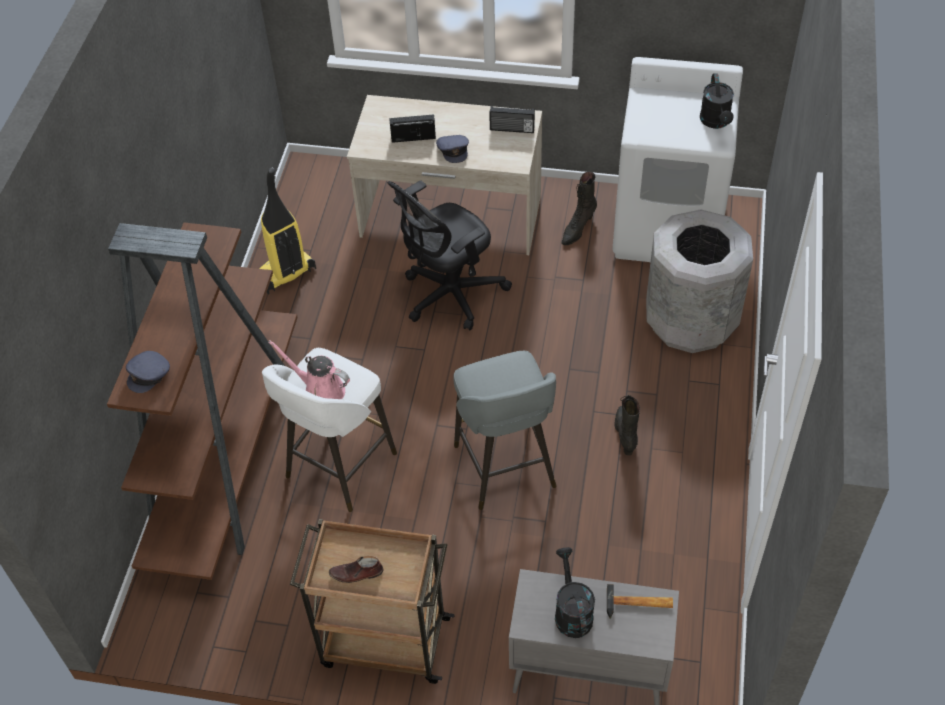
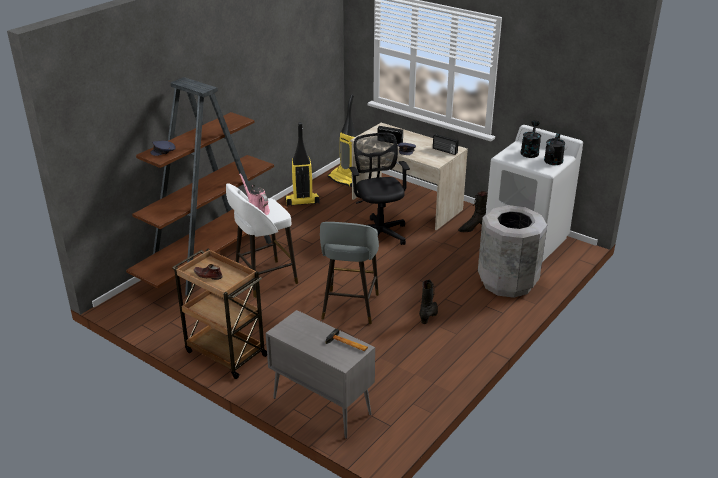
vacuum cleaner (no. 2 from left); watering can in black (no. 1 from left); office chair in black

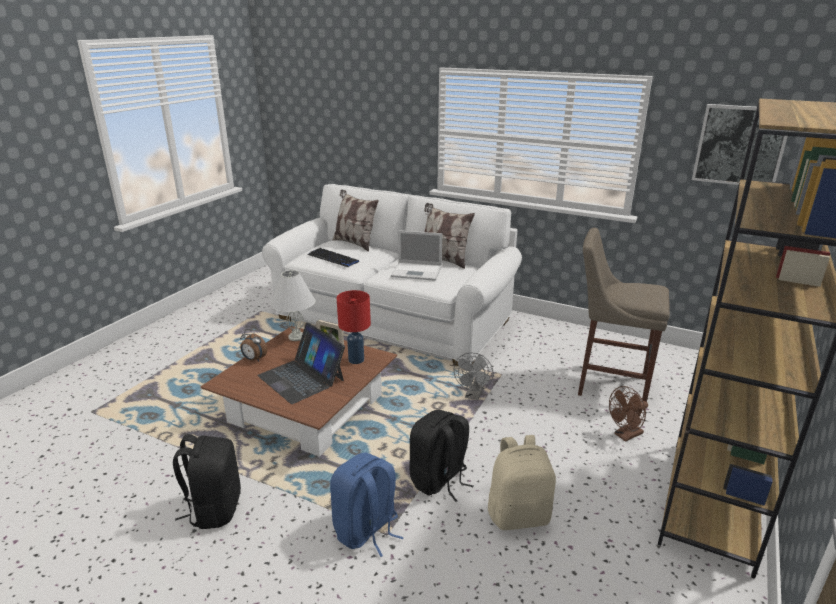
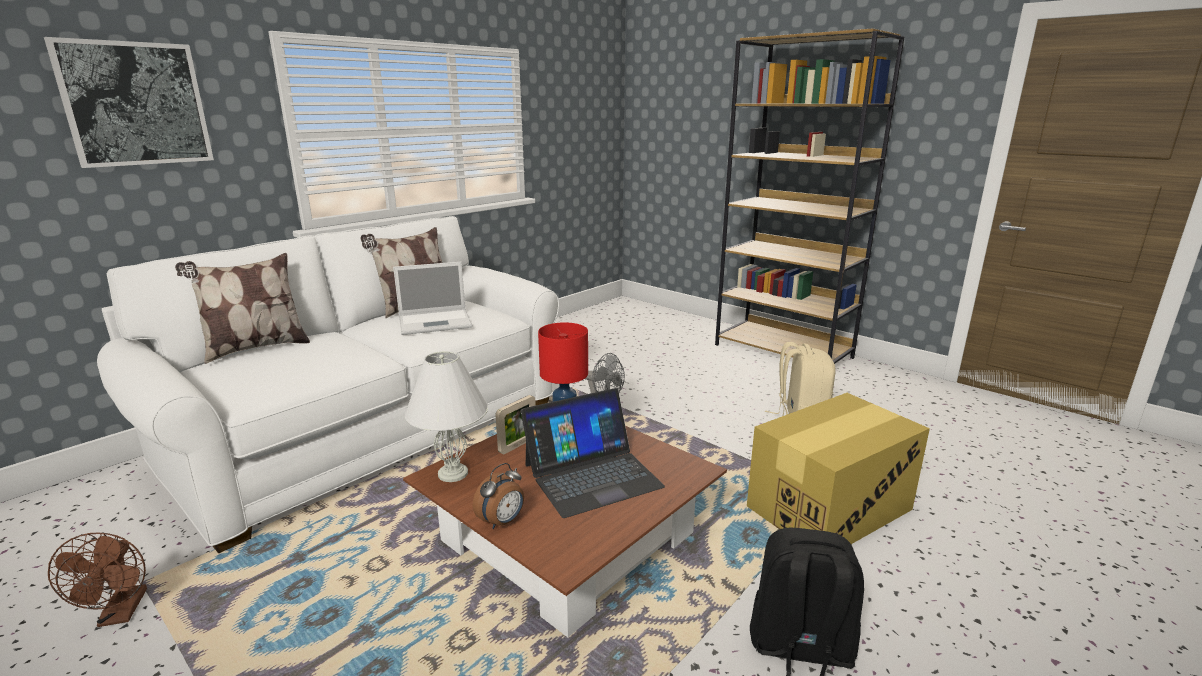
keyboard; backpack in black (no. 2 from left in the first image); stool in beige; fan in brown; picture; cardboard box; laptop (no. 1 from left)

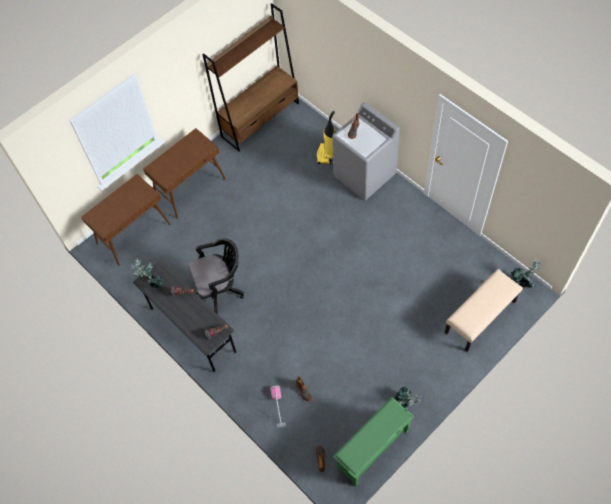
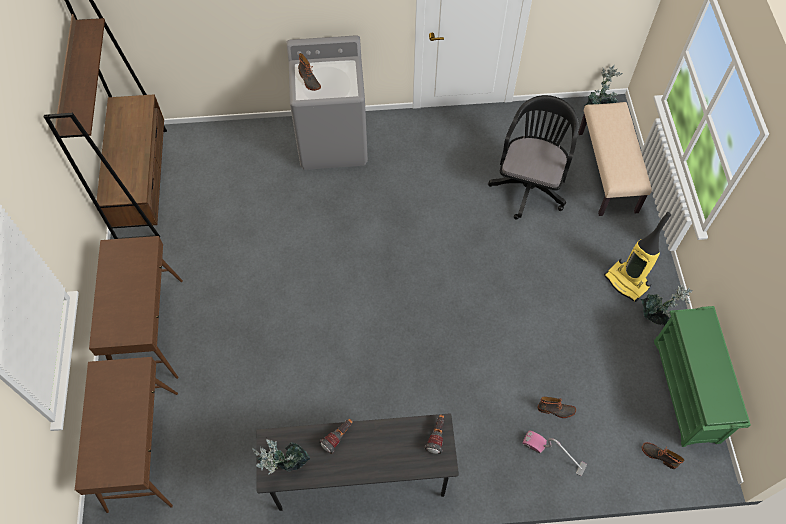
office chair in black; vacuum cleaner (no. 2 from left)

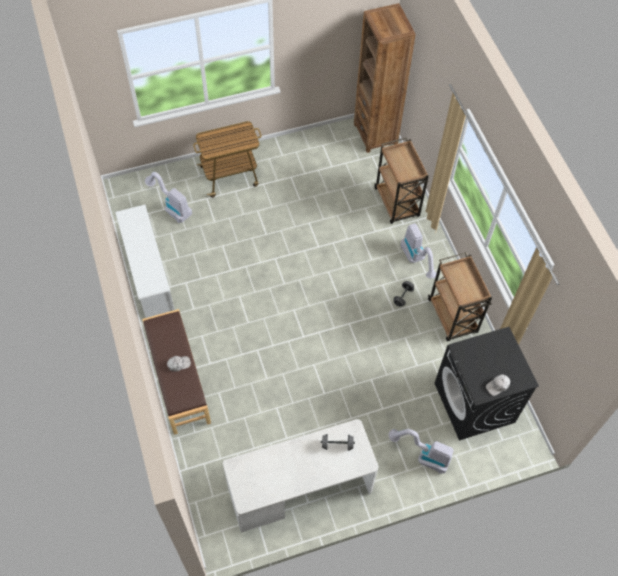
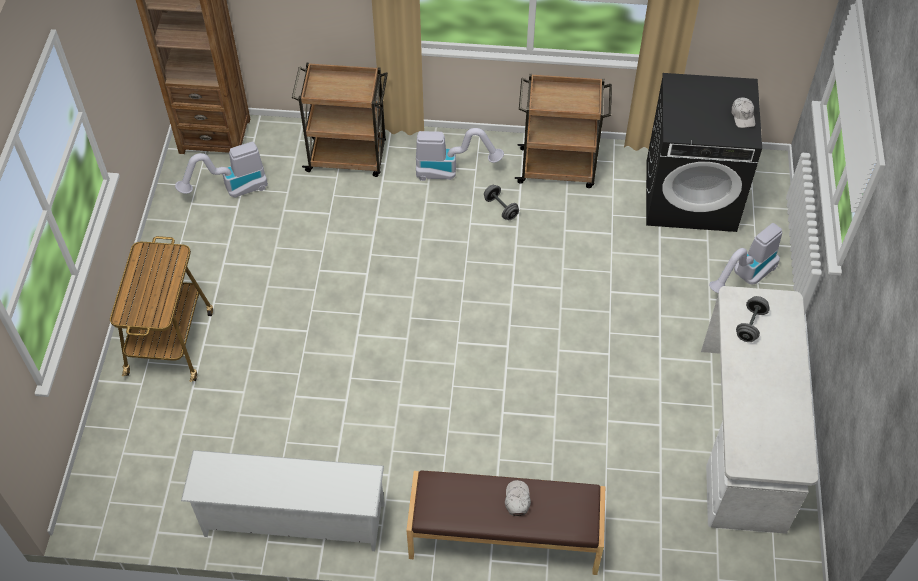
vacuum cleaner (no. 1 from left)

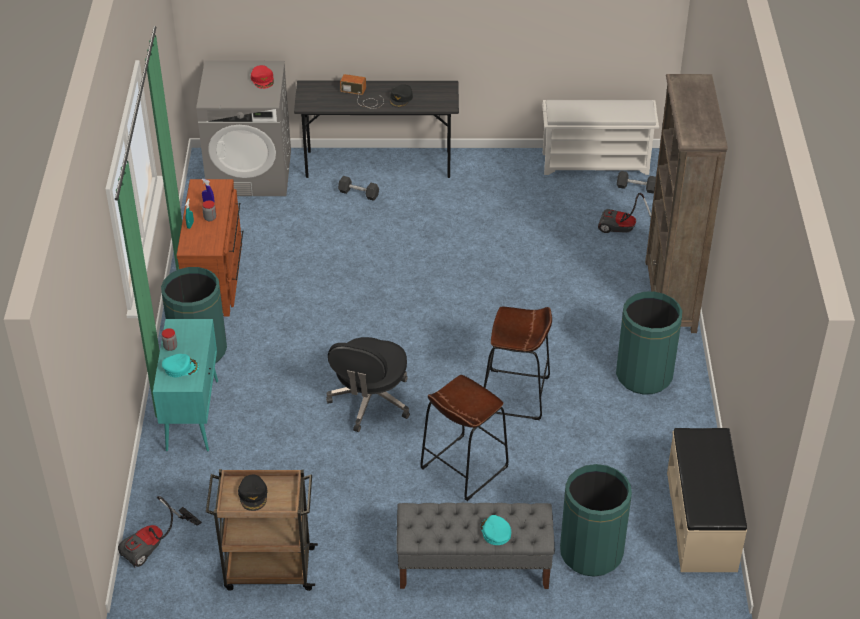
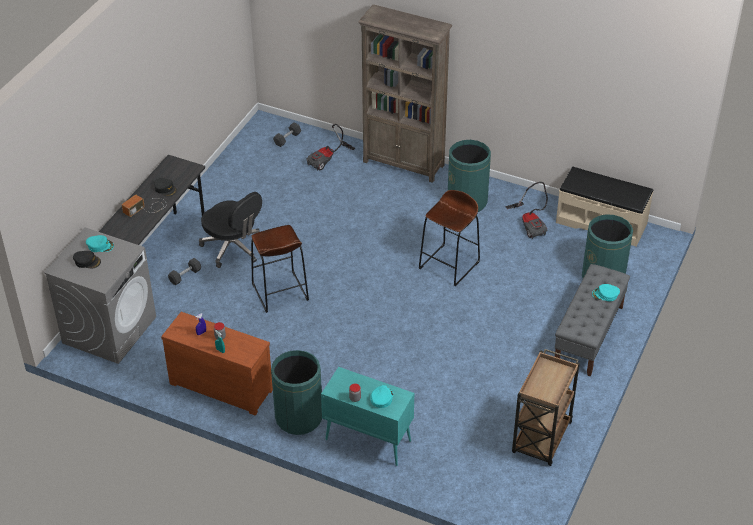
shoe rack in white; vacuum cleaner (no. 2 from left); cap in black (no. 1 from left); office chair in black; stool in brown (no. 1 from left); cap in turquoise (no. 1 from left)

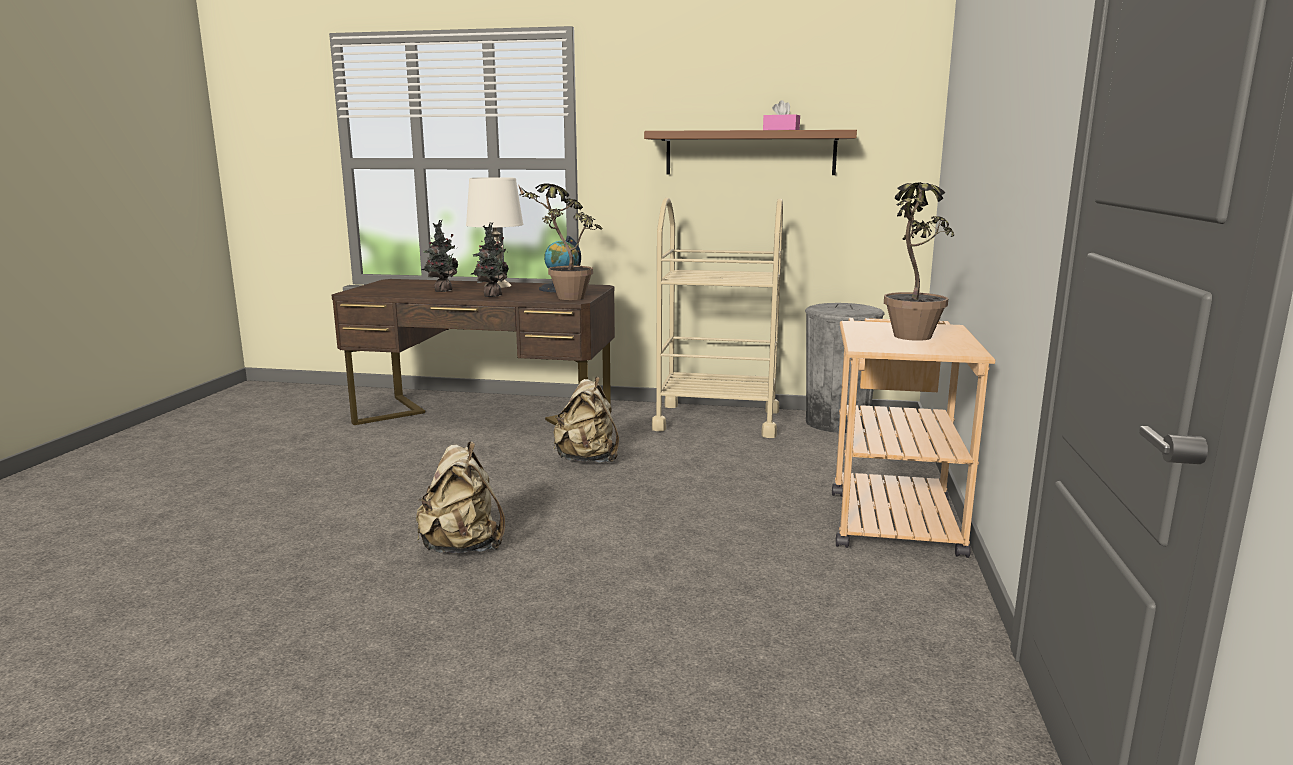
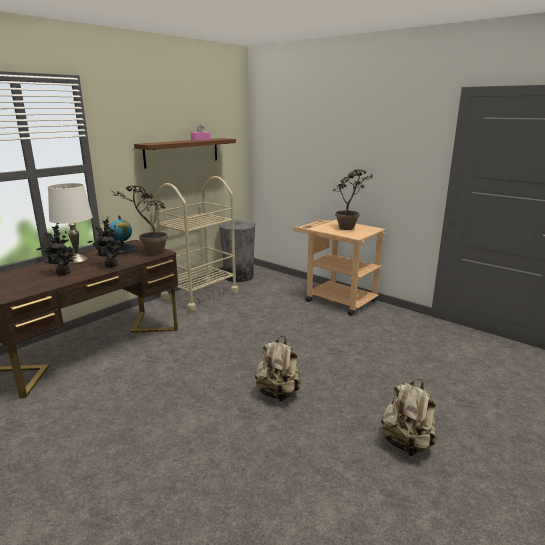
backpack in beige (no. 2 from left)

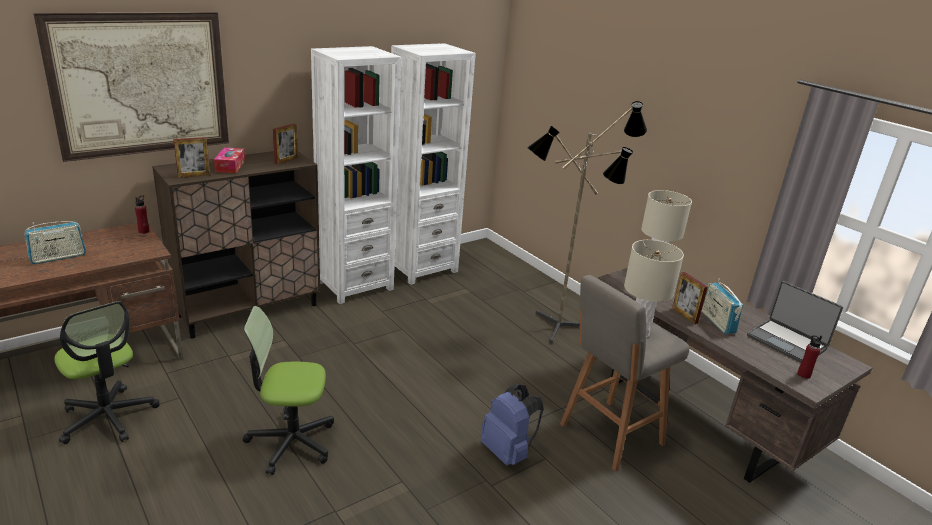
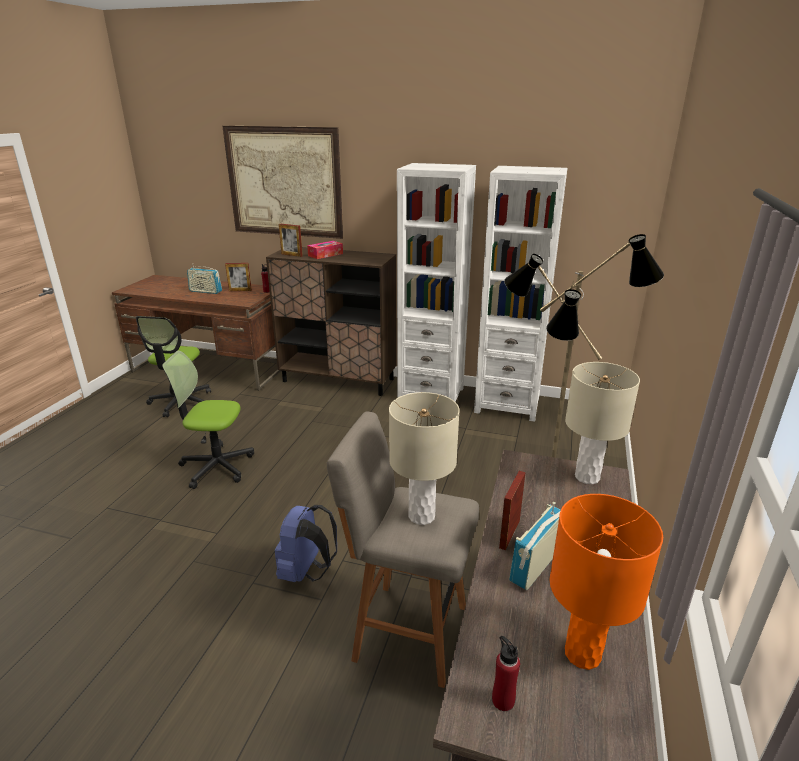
picture frame (no. 1 from left); table lamp in orange; office chair (no. 2 from left)

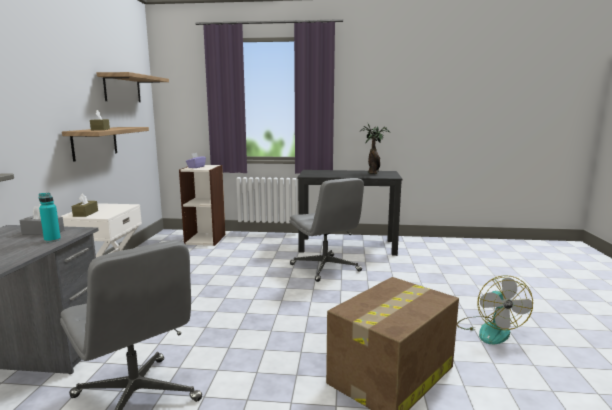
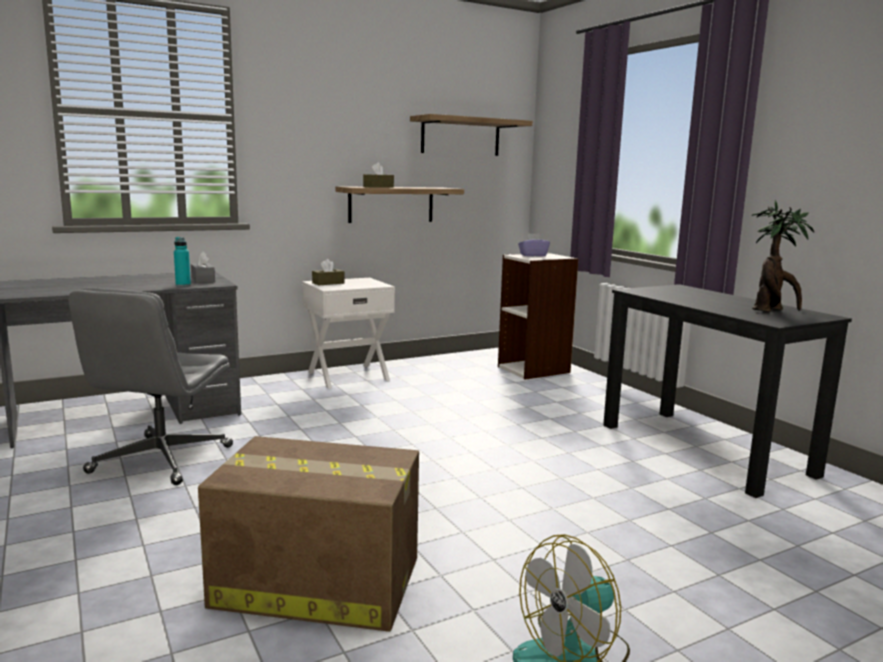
office chair in grey (no. 2 from left in the first image)

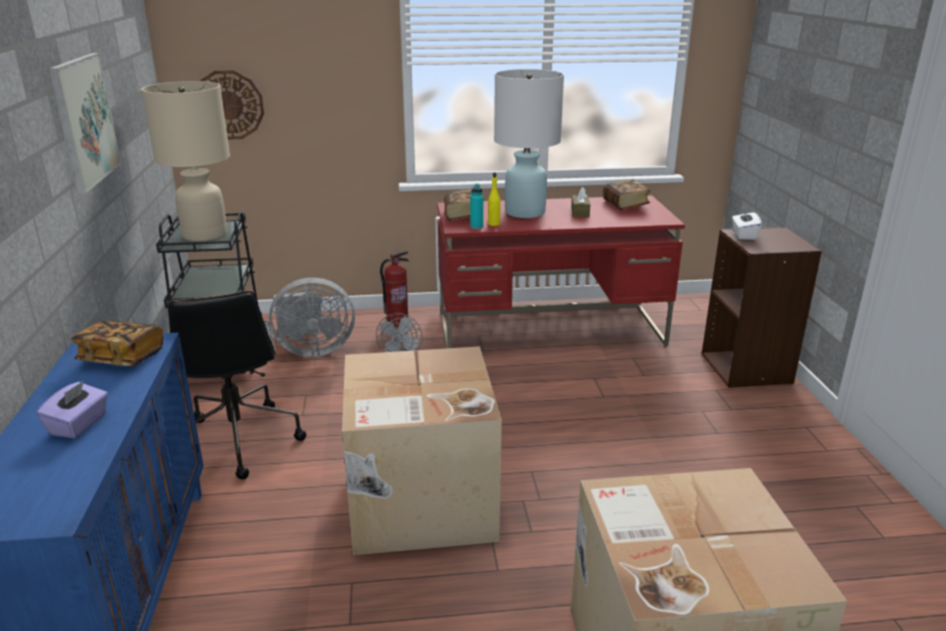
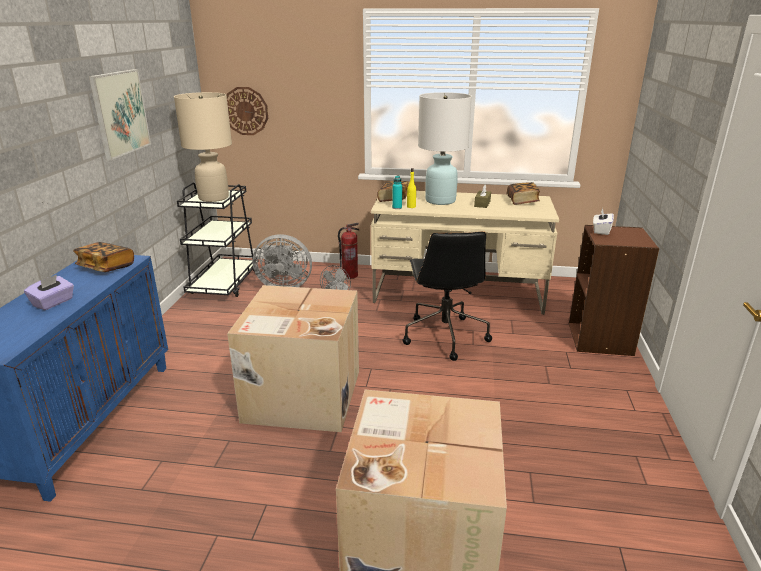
office chair in black; desk in beige

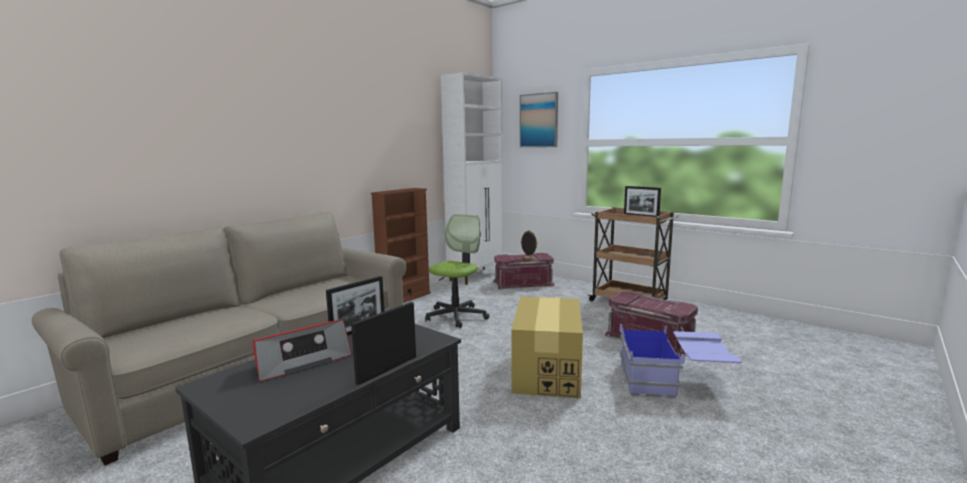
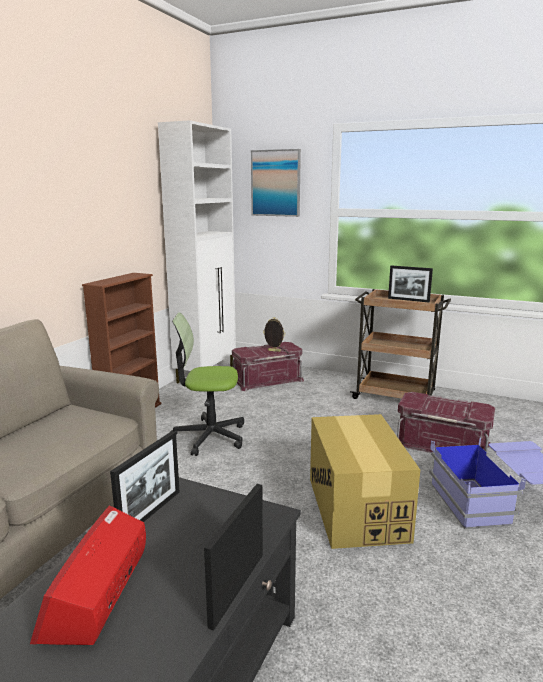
radio; office chair

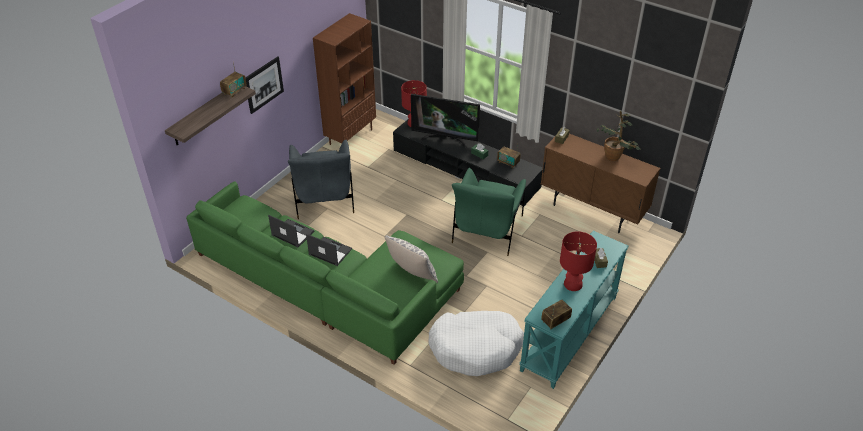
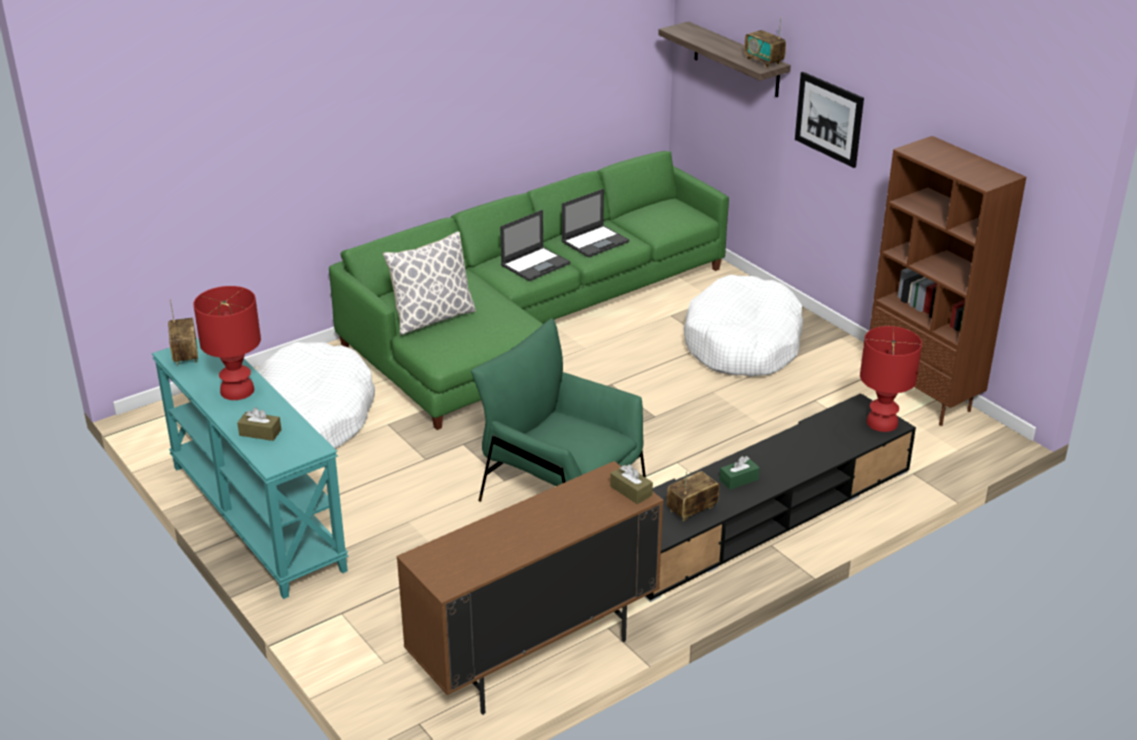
television; potted plant; dog bed in white (no. 2 from left)

